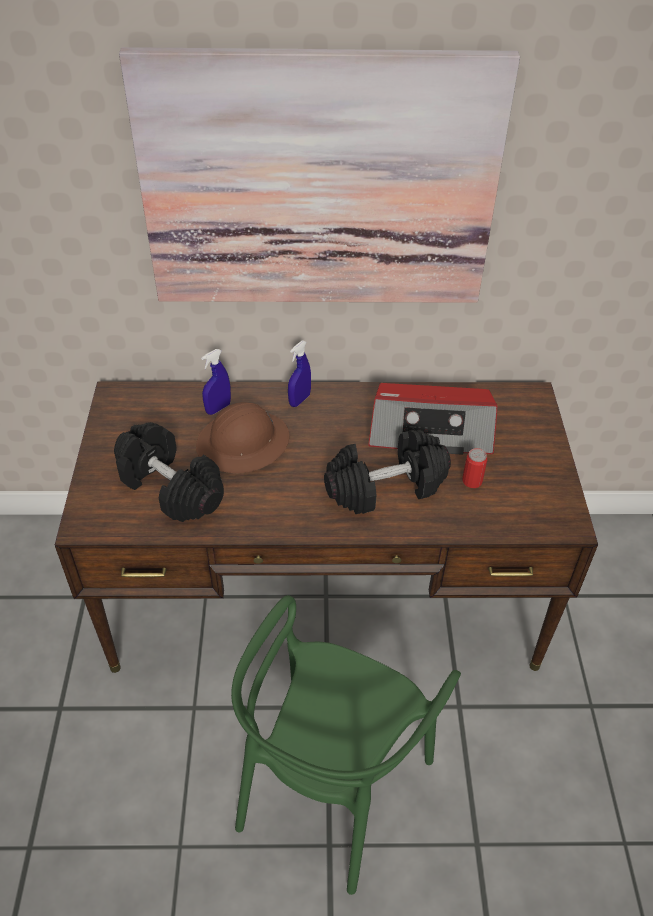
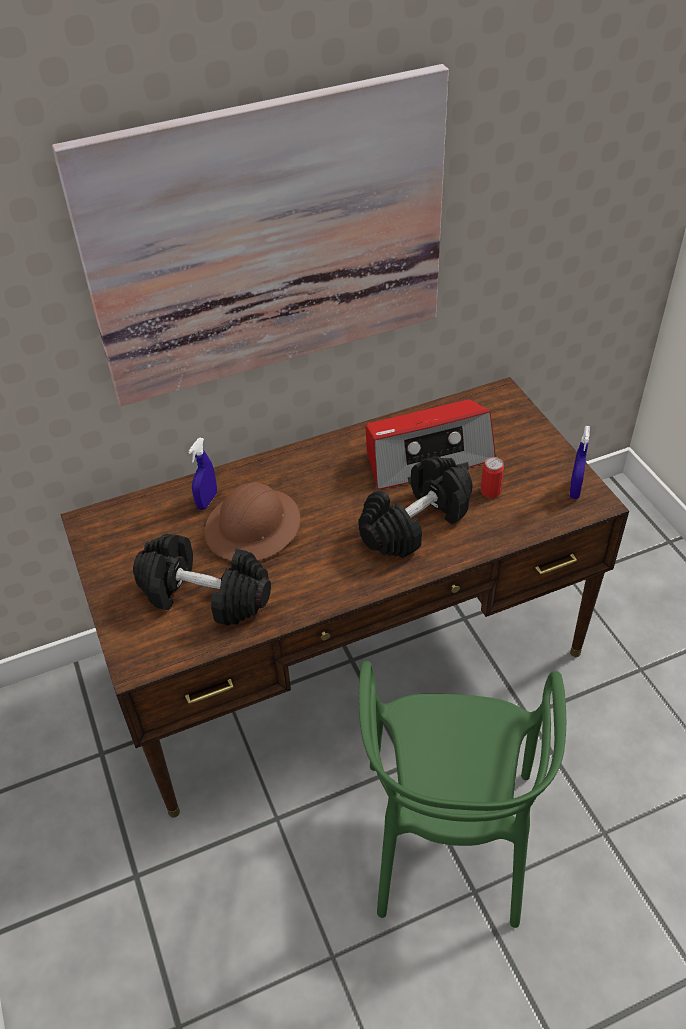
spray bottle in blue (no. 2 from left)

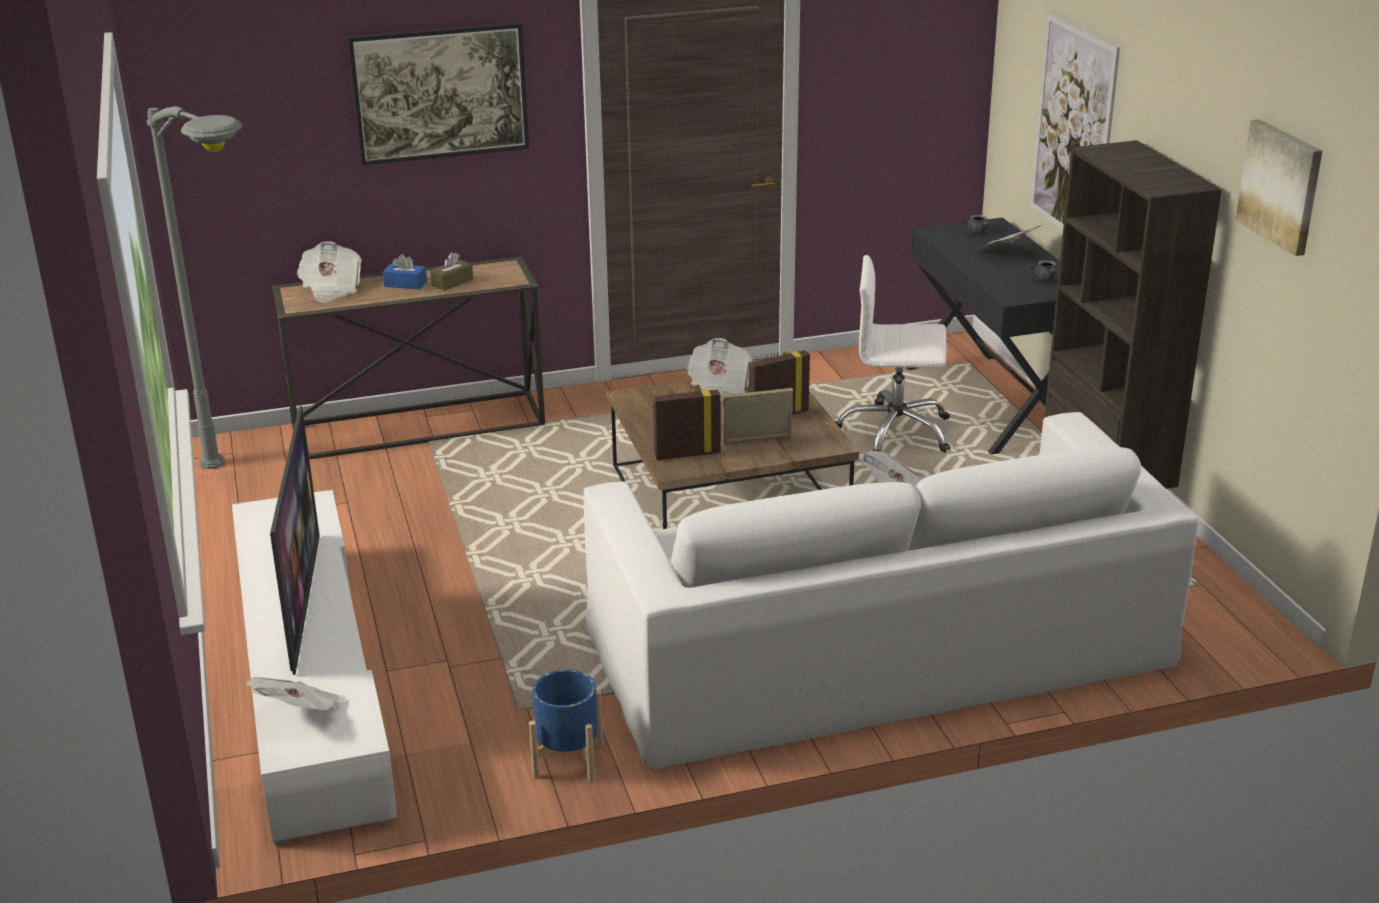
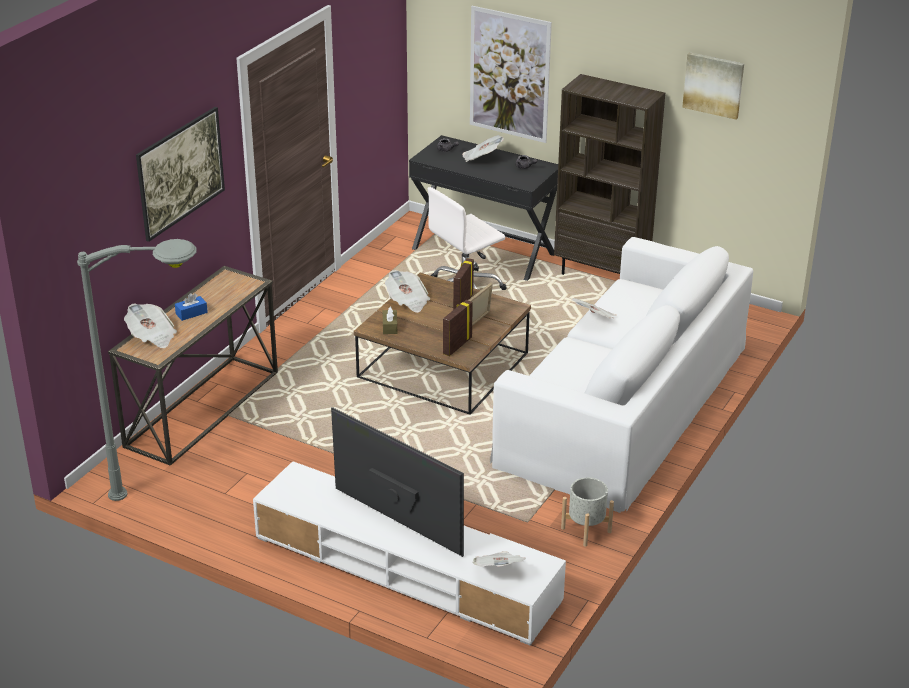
tissue box in brown; planter in grey

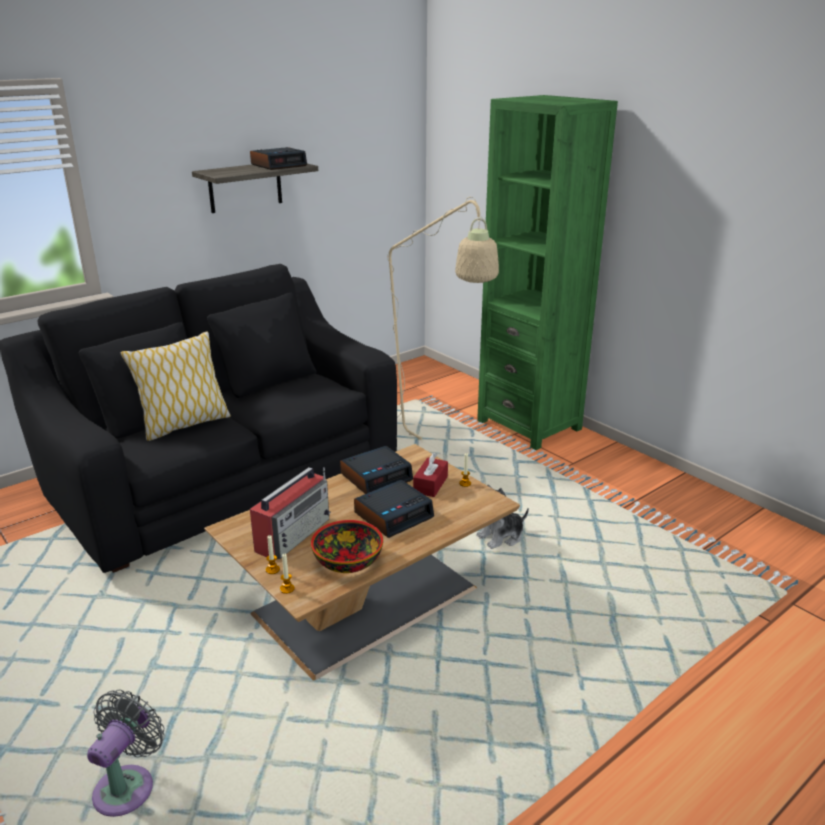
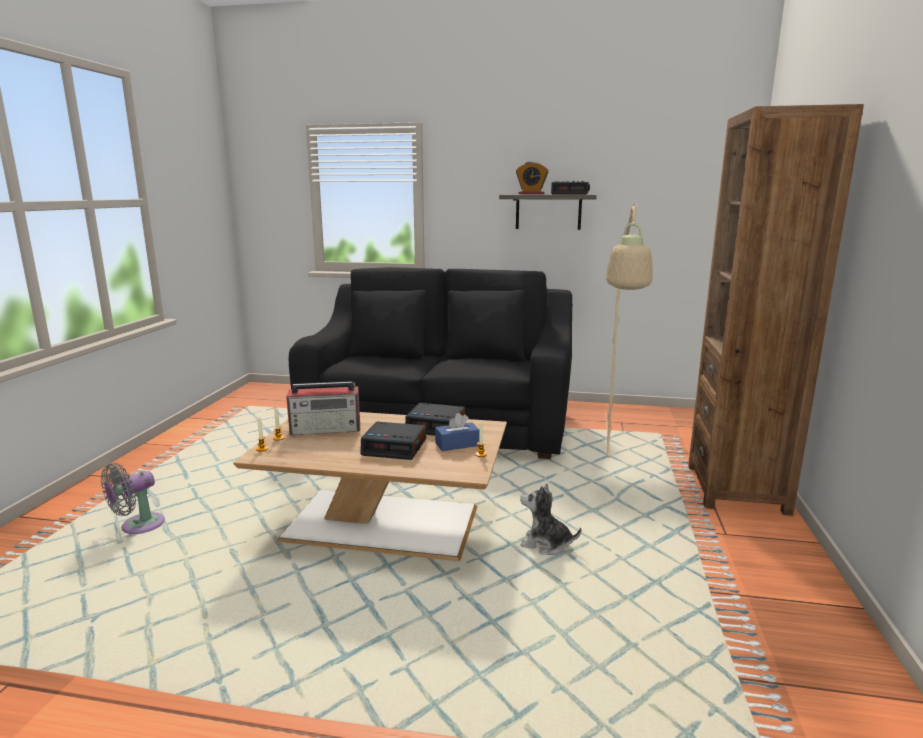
pillow; bowl; alarm clock (no. 3 from left); tissue box in blue; bookcase in brown; fan in grey

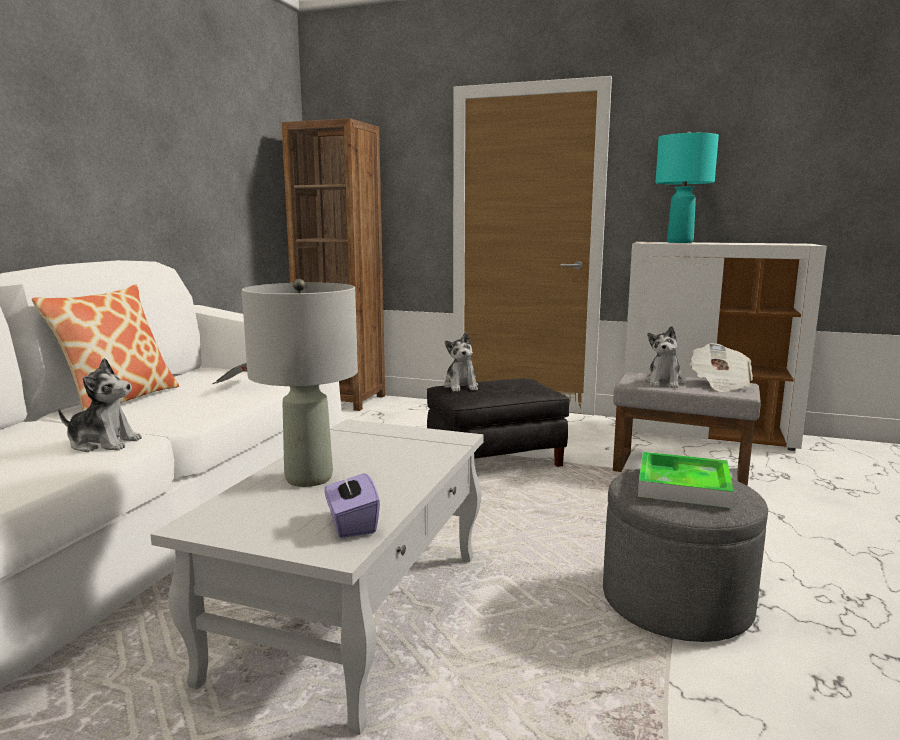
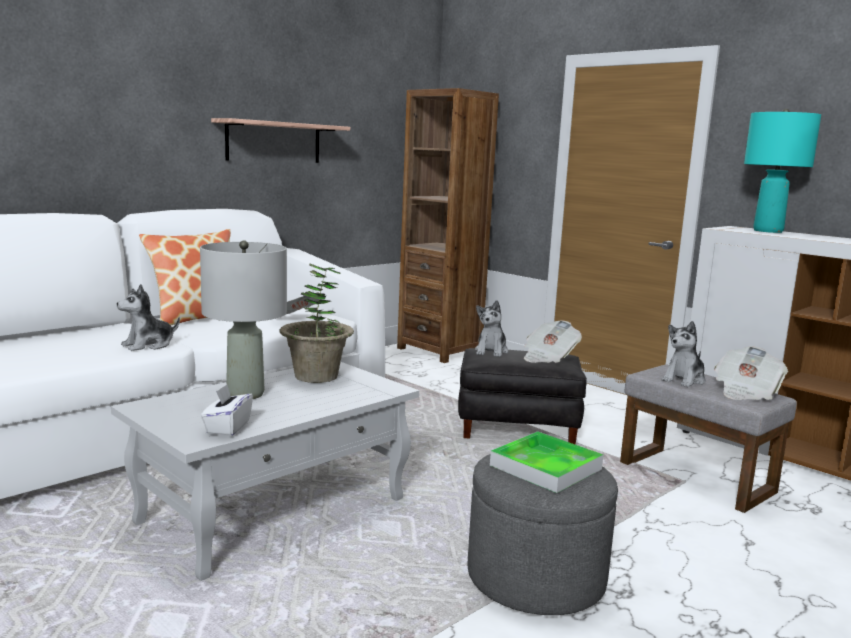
shelf; potted plant; newspaper (no. 2 from left); tissue box in white; plush toy (no. 1 from left)

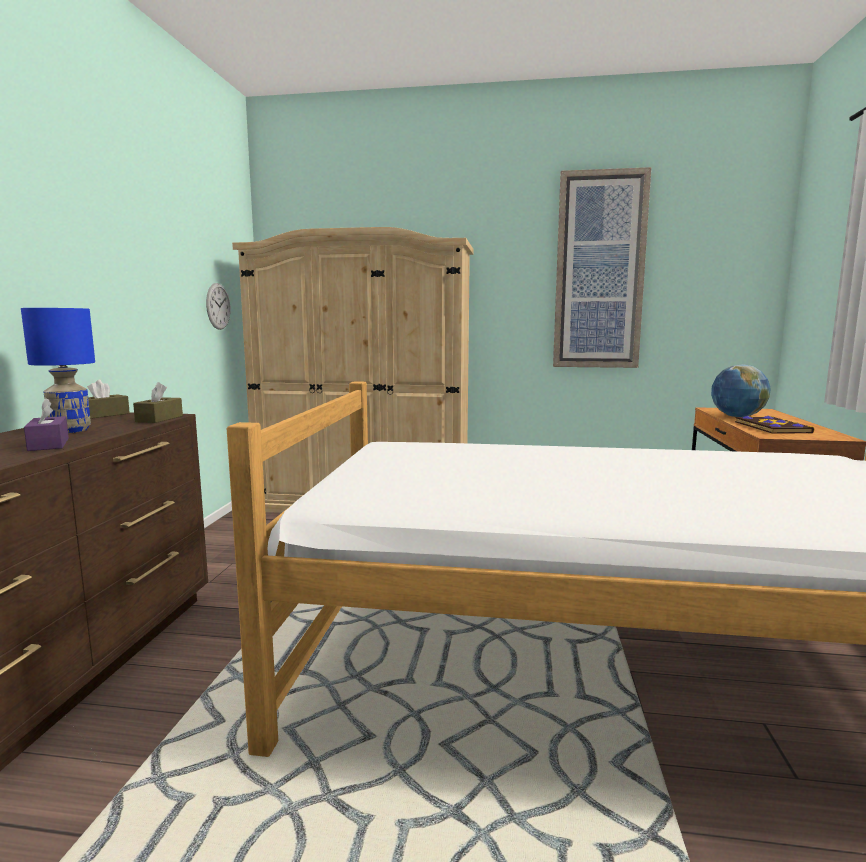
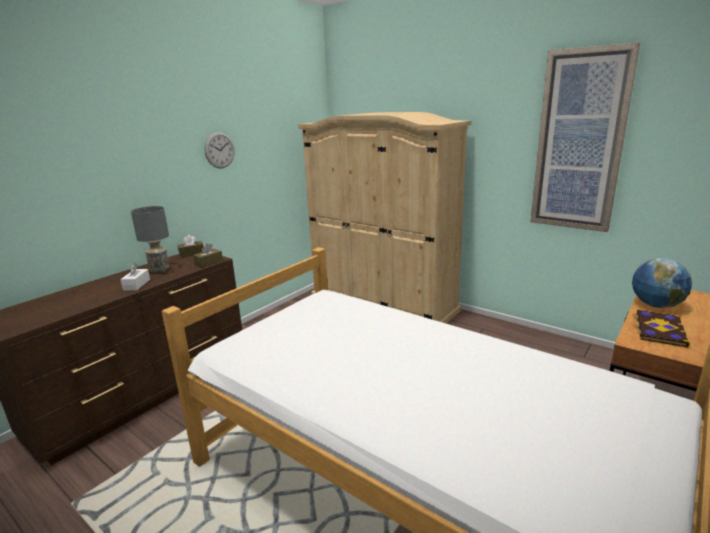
wall clock; table lamp in grey; tissue box in white

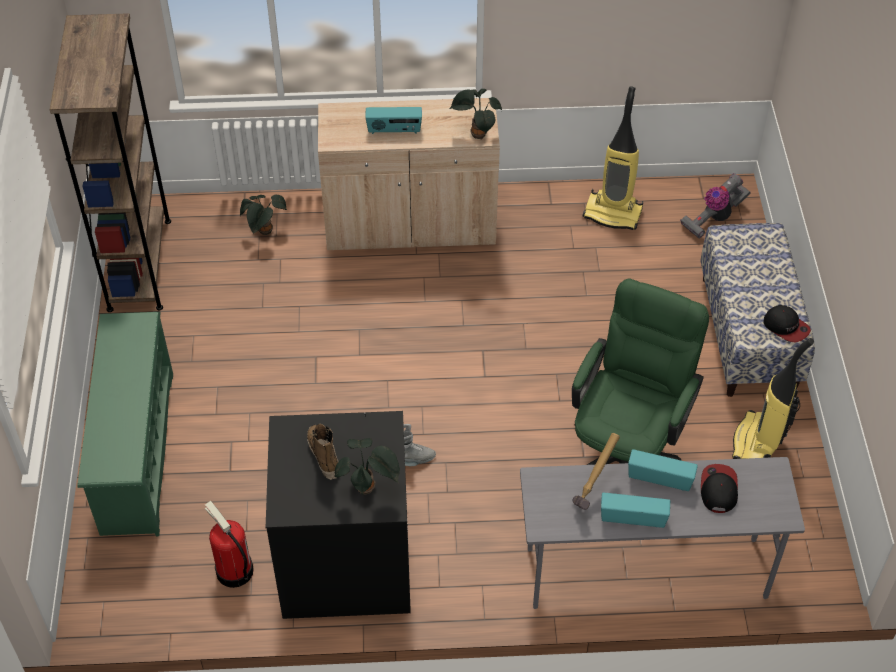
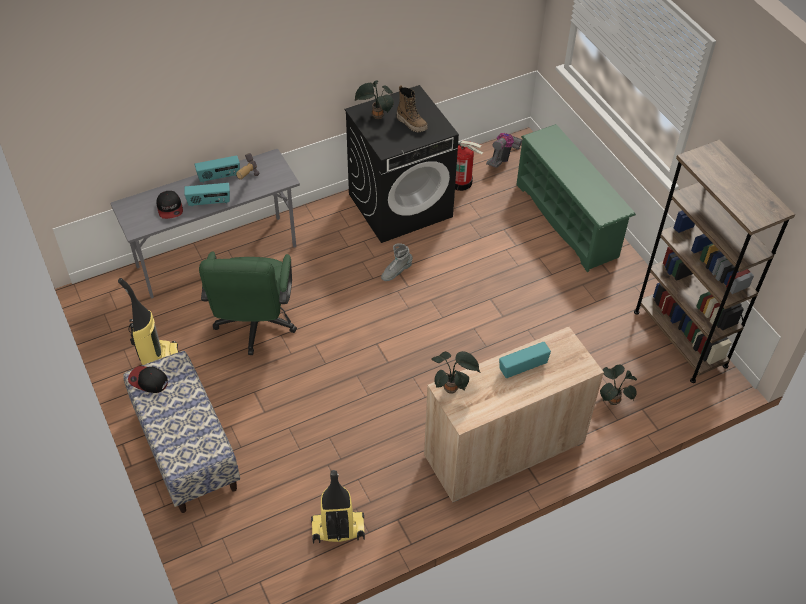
vacuum cleaner (no. 3 from left)

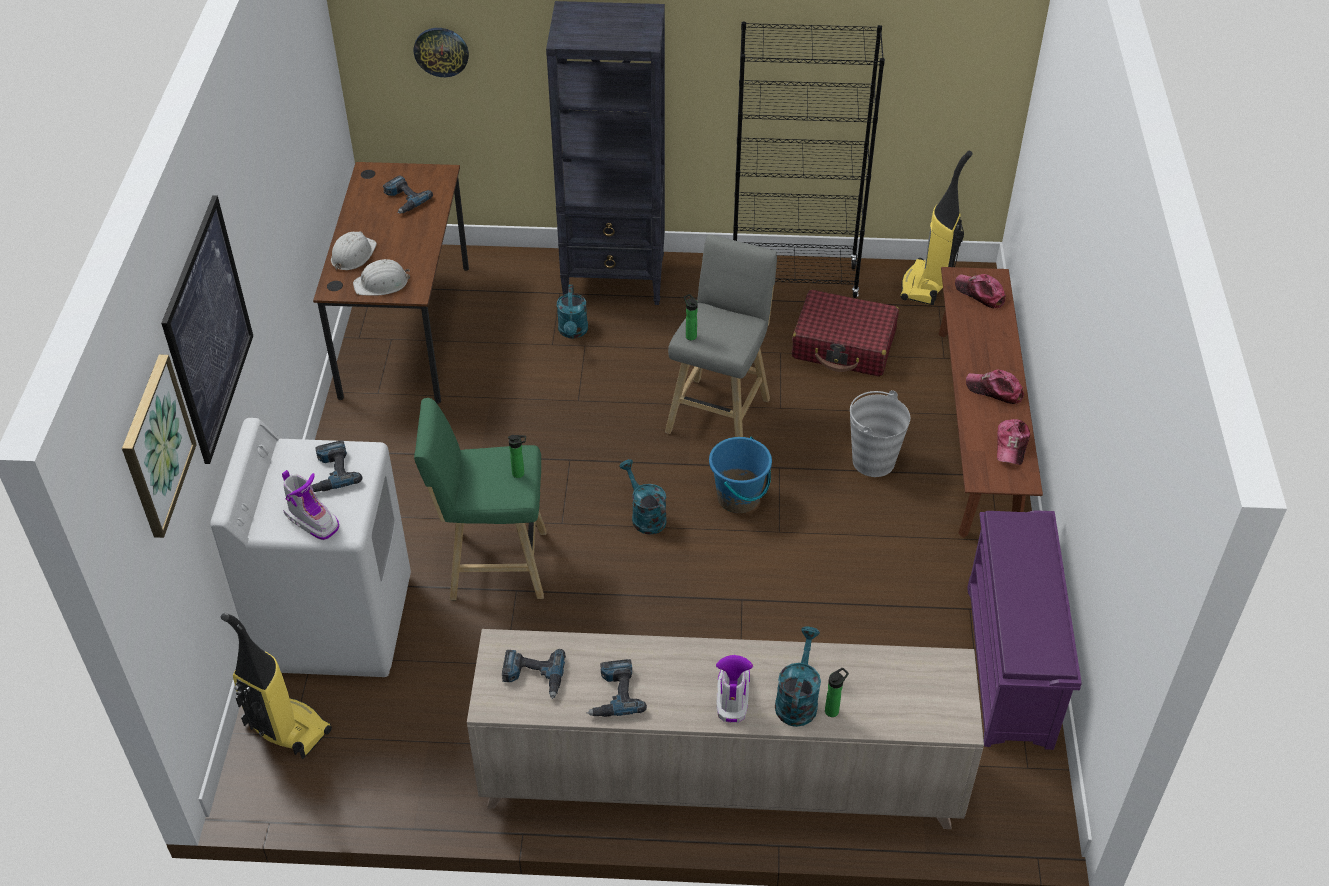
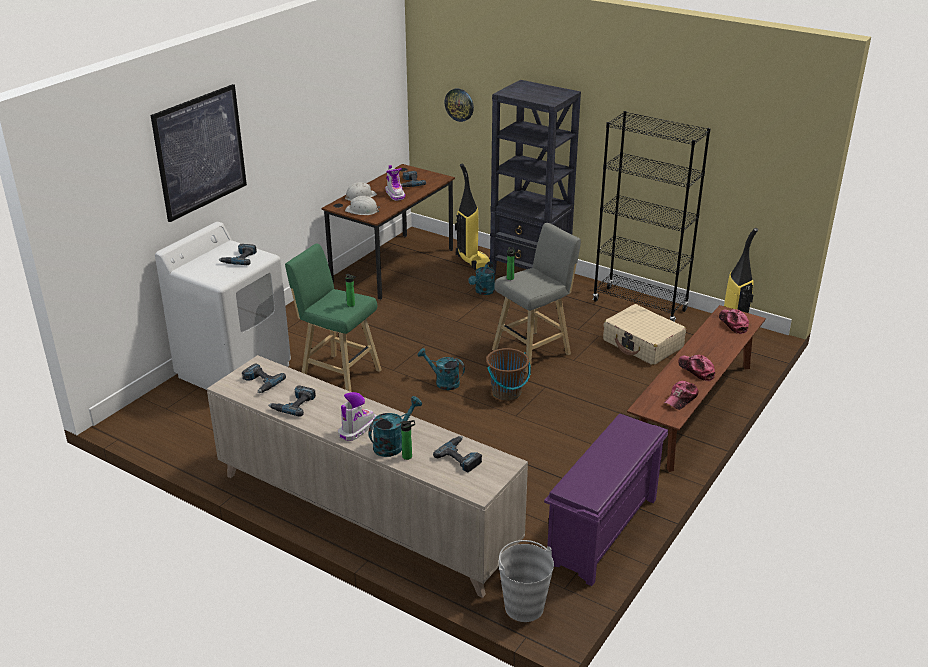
picture (no. 1 from left in the first image); power drill (no. 5 from left); vacuum cleaner (no. 1 from left); boot (no. 2 from left); bucket in grey; bucket in brown; suitcase in beige; watering can in turquoise (no. 2 from left)

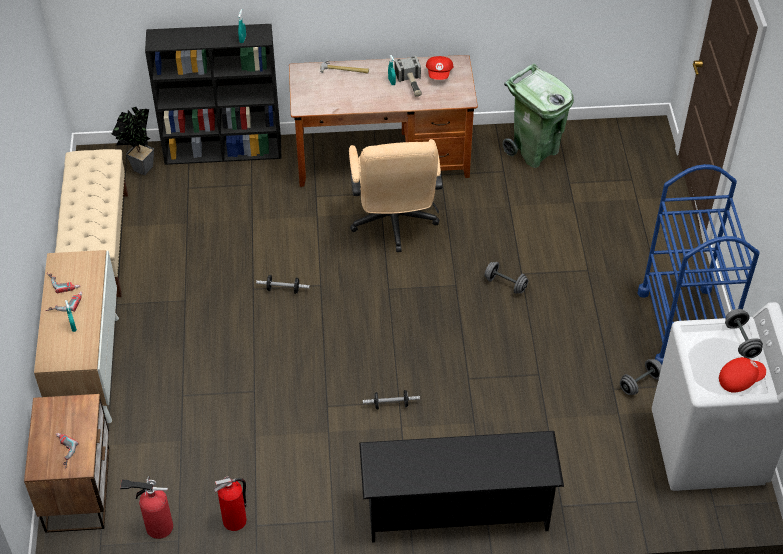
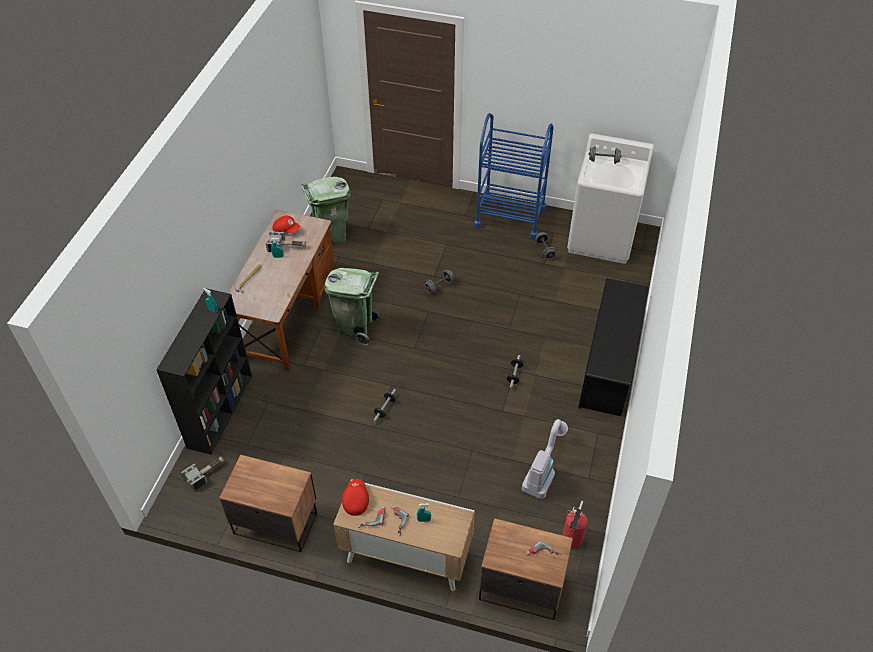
fire extinguisher (no. 2 from left in the first image); vacuum cleaner; cap in red (no. 2 from left); nightstand (no. 1 from left); hammer (no. 1 from left); trash can in green (no. 2 from left)

